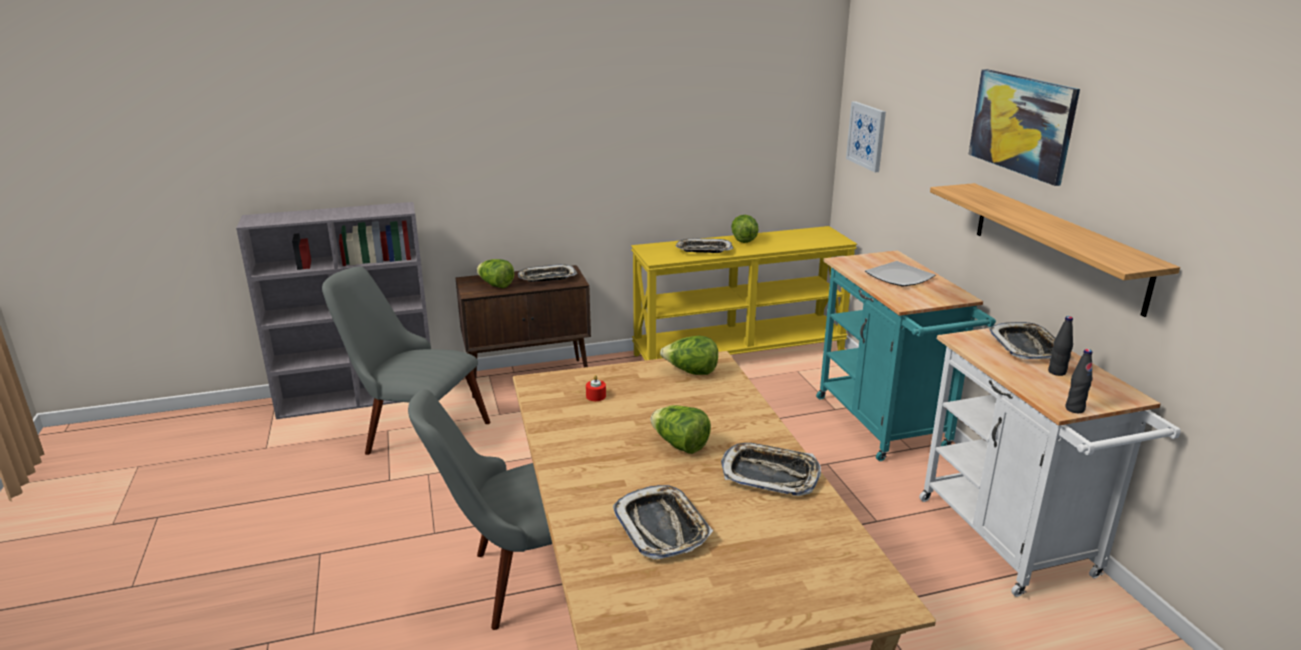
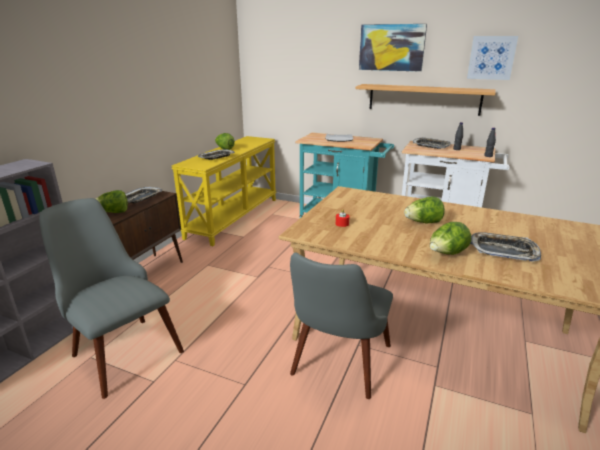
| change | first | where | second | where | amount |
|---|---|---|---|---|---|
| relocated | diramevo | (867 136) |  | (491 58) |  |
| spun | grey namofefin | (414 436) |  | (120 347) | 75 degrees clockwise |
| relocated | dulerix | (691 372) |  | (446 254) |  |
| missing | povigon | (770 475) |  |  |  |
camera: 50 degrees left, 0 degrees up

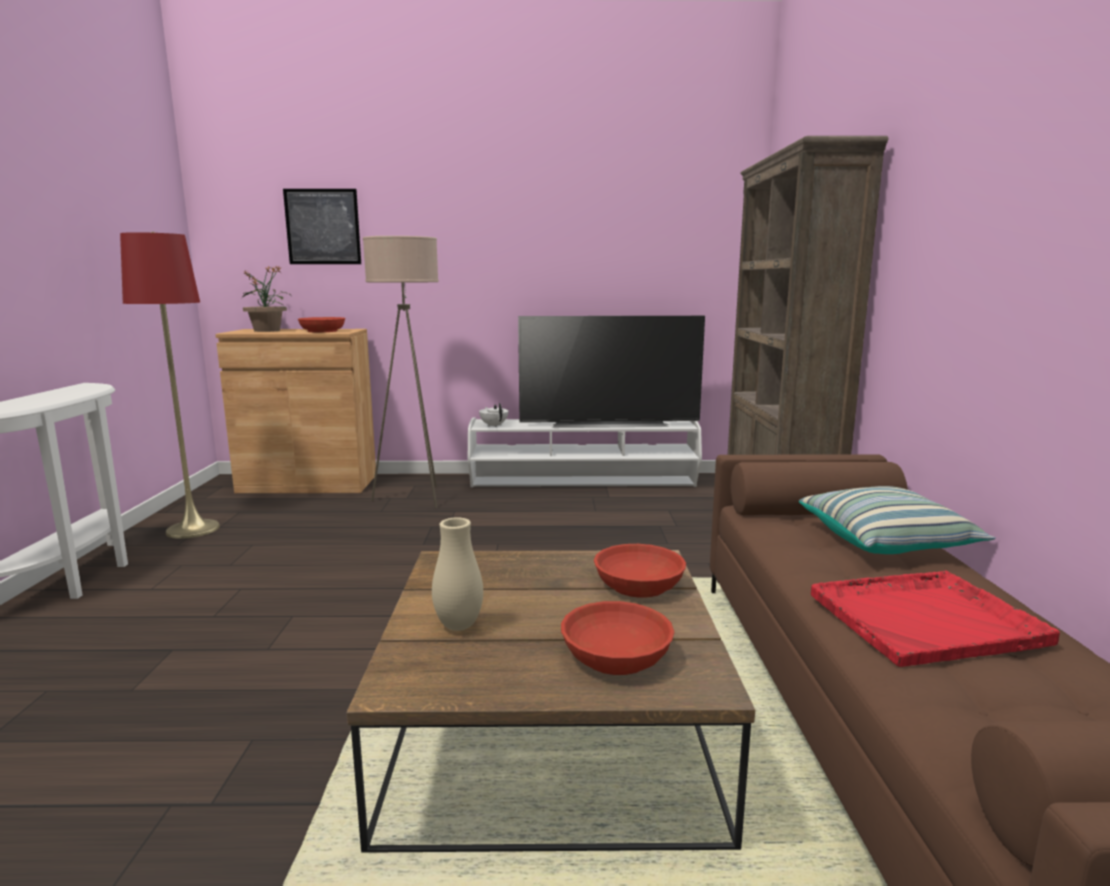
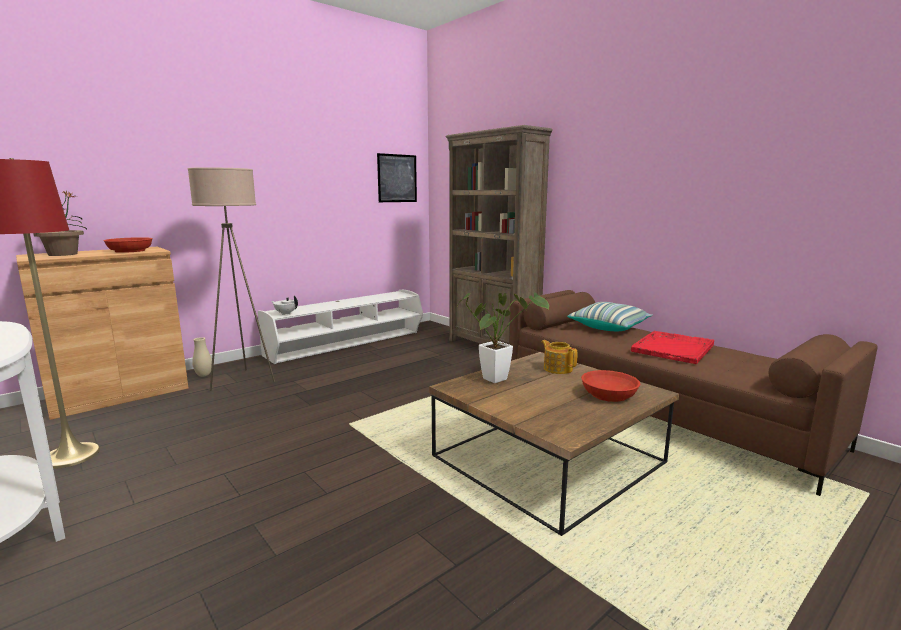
| change | first | where | second | where | amount |
|---|---|---|---|---|---|
| relocated | diramevo | (323 227) |  | (397 178) |  |
| missing | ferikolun | (609 424) |  |  |  |
| relocated | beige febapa | (458 625) |  | (204 375) |  |
| exchanged | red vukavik | (638 584) | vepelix | (557 369) |  |
| appeared |  |  | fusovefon | (499 378) |  |
camera: 40 degrees left, 0 degrees up

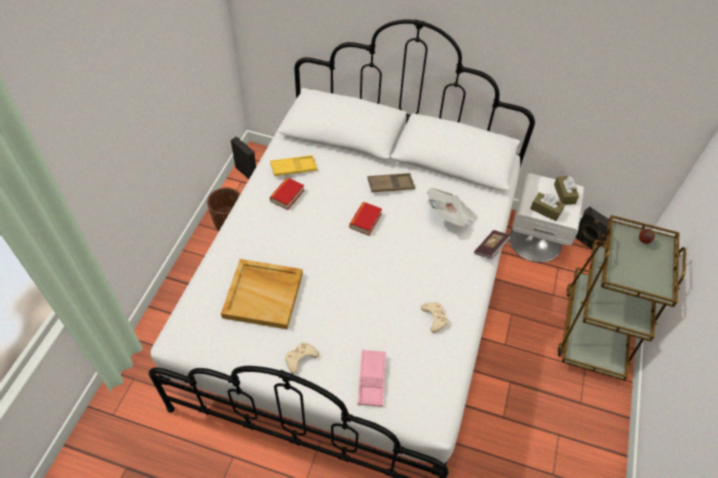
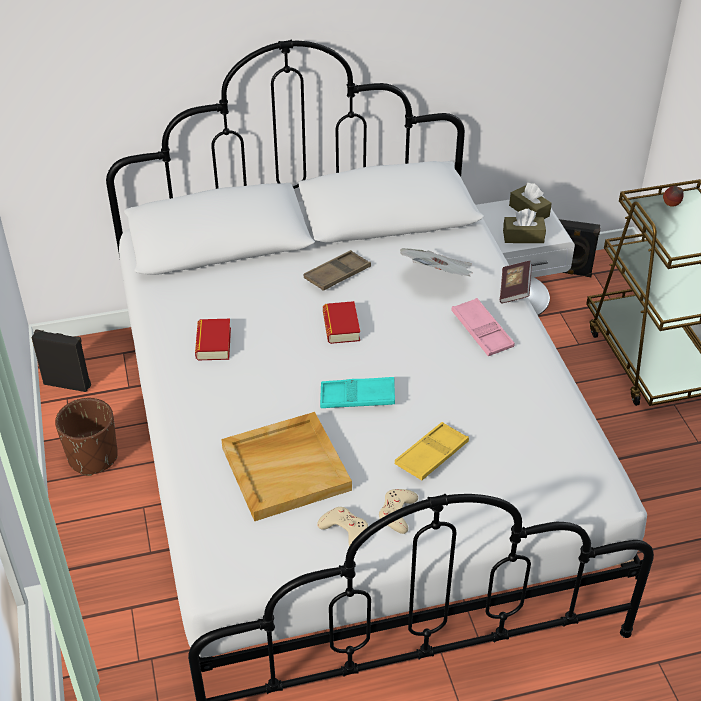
| change | first | where | second | where | amount |
|---|---|---|---|---|---|
| relocated | yellow povigon | (293 168) |  | (431 455) |  |
| relocated | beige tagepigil | (434 317) |  | (345 530) |  |
| relocated | pink povigon | (371 379) |  | (482 331) |  |
| appeared |  |  | turquoise povigon | (357 397) |  |
camera: 30 degrees left, 10 degrees down

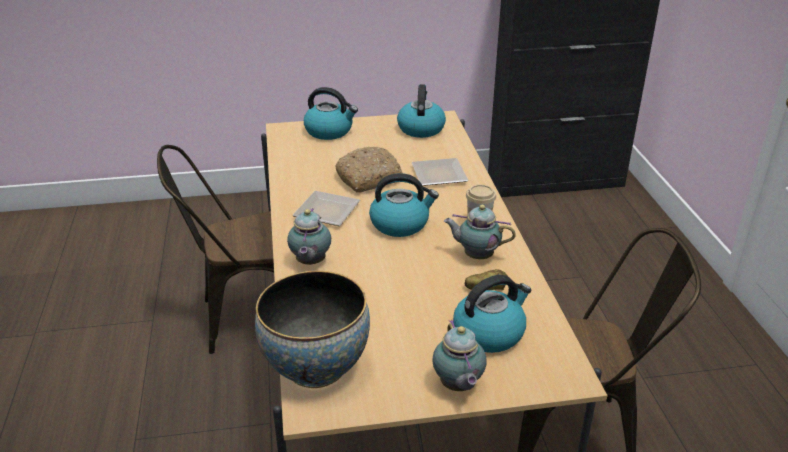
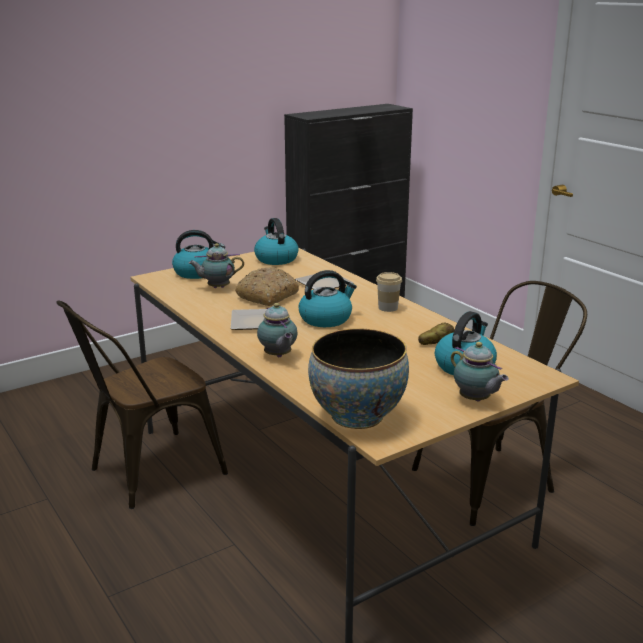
| change | first | where | second | where | amount |
|---|---|---|---|---|---|
| relocated | vepelix | (476 255) |  | (217 287) |  |
camera: 25 degrees left, 10 degrees down

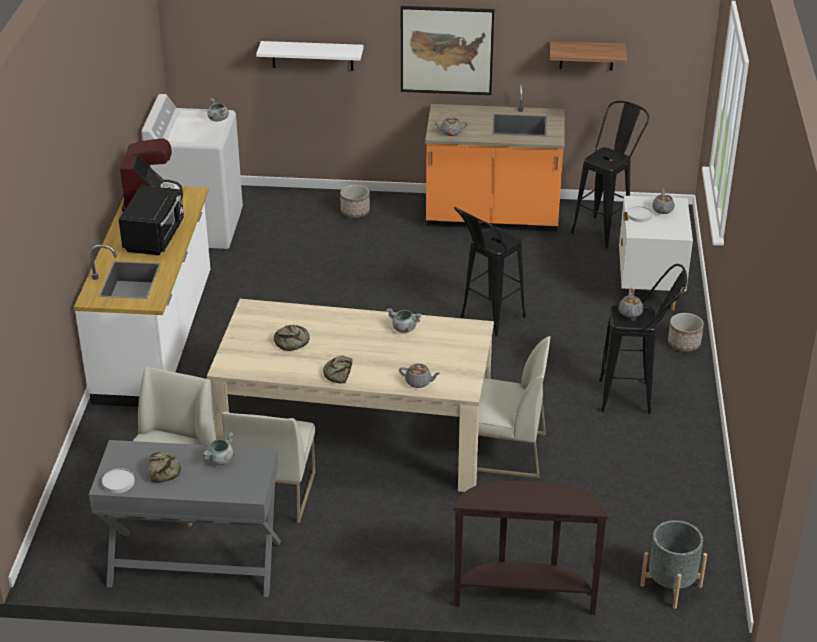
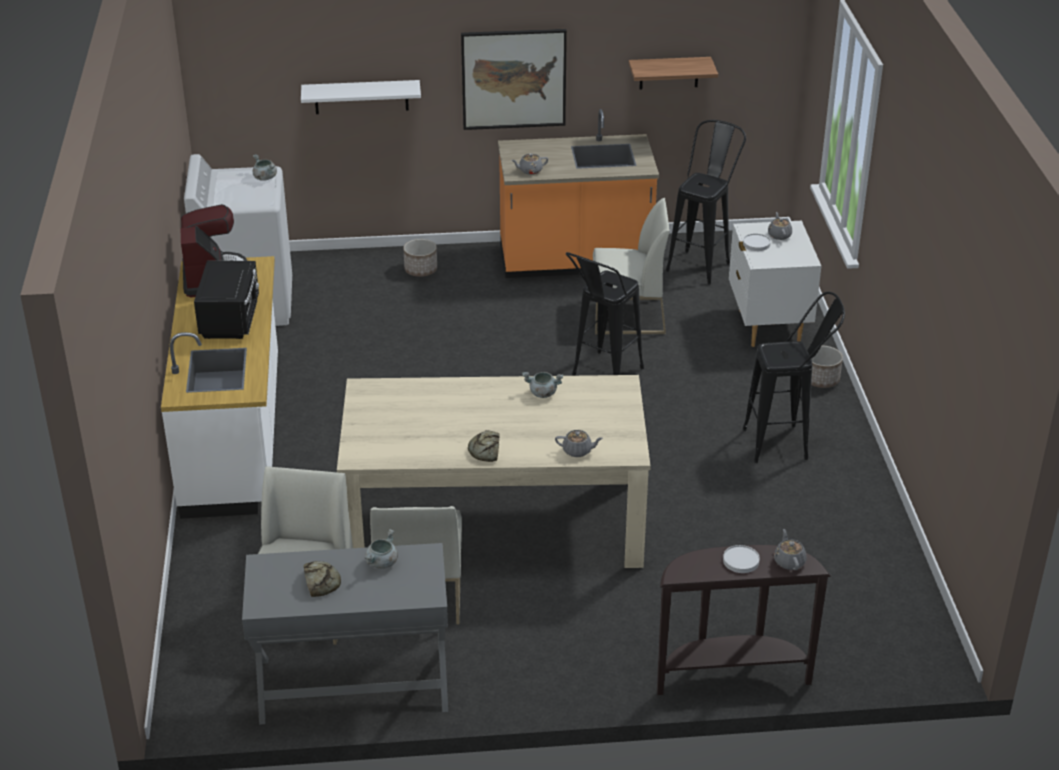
| change | first | where | second | where | amount |
|---|---|---|---|---|---|
| relocated | grey vepelix | (630 312) |  | (789 561) |  |
| missing | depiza | (292 342) |  |  |  |
| relocated | white namofefin | (505 452) |  | (628 316) |  |
| relocated | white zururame | (118 482) |  | (741 561) |  |
| missing | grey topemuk | (671 585) |  |  |  |
camera: 10 degrees left, 0 degrees up

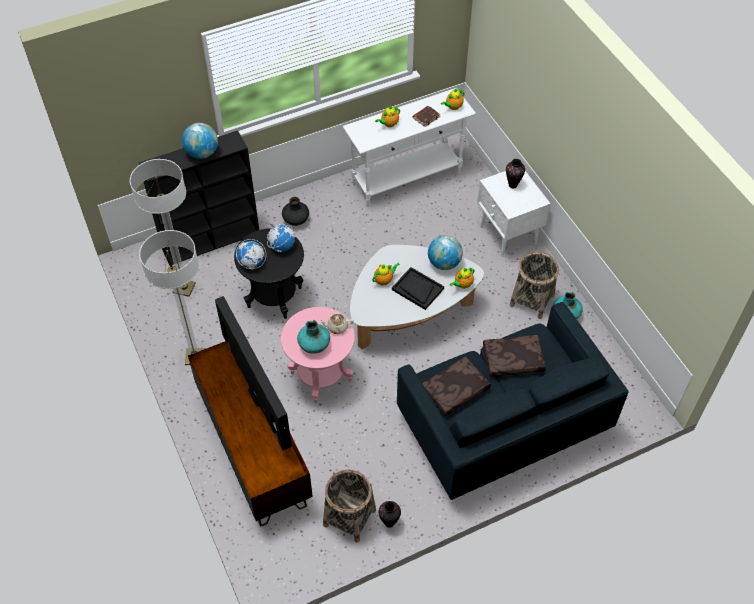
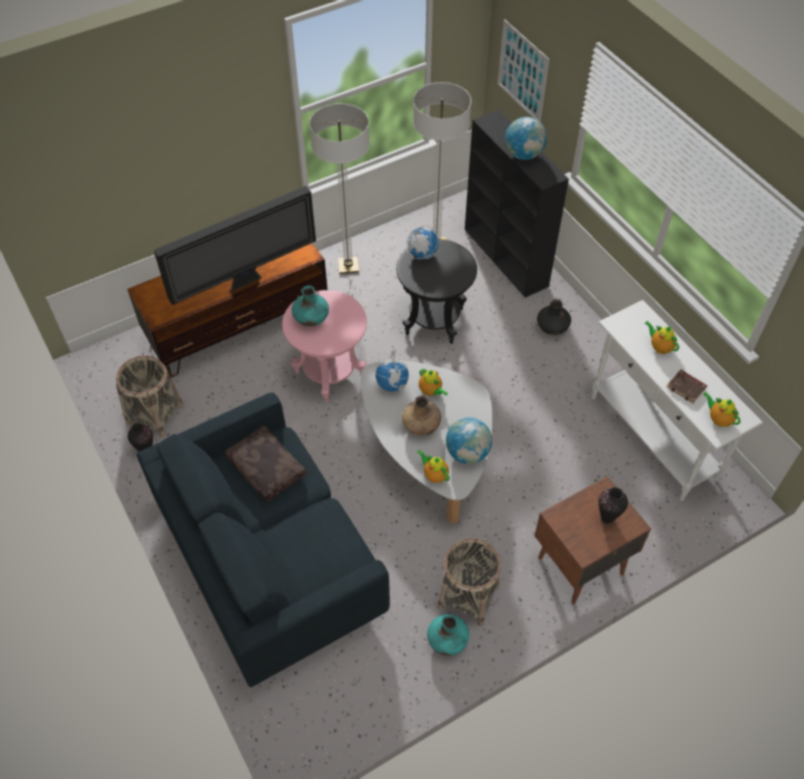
| change | first | where | second | where | amount |
|---|---|---|---|---|---|
| colour | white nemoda | (508 235) | brown nemoda | (579 565) |  |
| relocated | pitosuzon | (282 246) |  | (392 384) |  |
| exchanged | black povigon | (417 289) | brown febapa | (421 426) |  |
| missing | beige vepelix | (337 327) |  |  |  |
| missing | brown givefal | (512 361) |  |  |  |
| appeared |  |  | diramevo | (522 72) |  |
camera: 85 degrees right, 0 degrees up

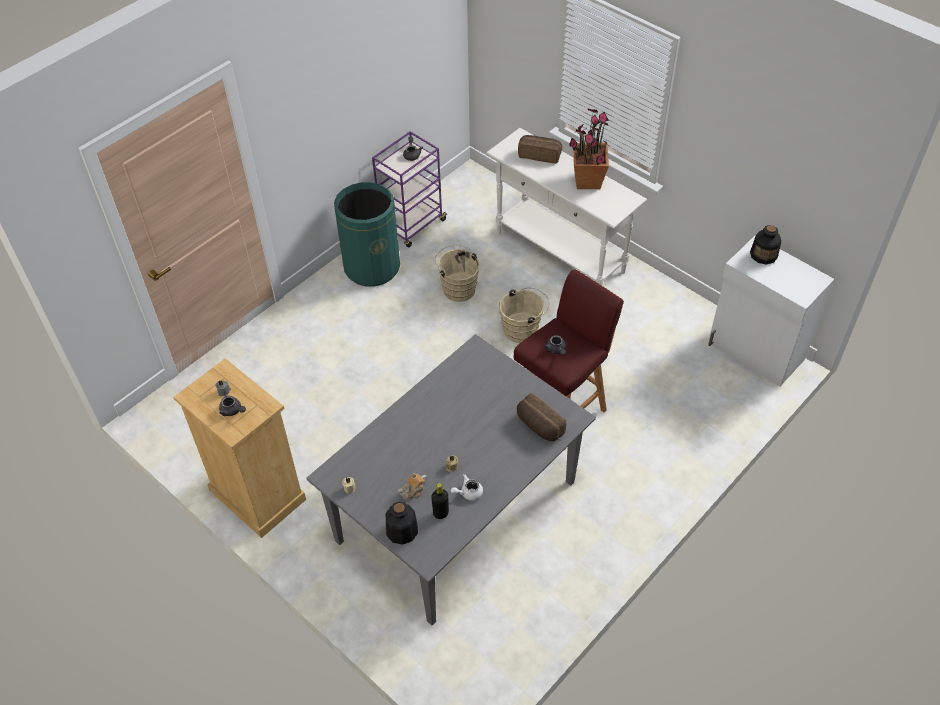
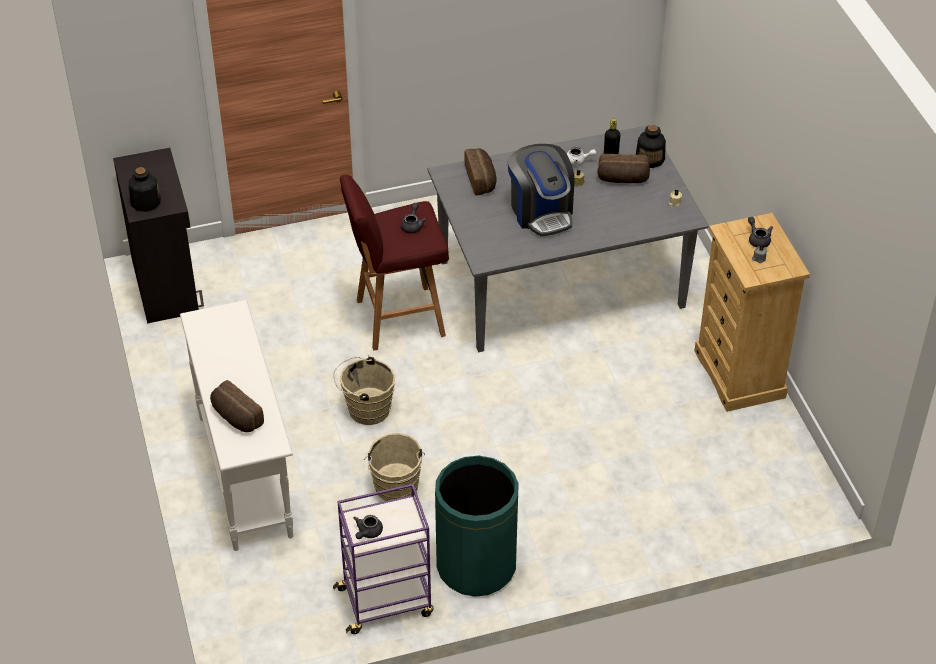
| change | first | where | second | where | amount |
|---|---|---|---|---|---|
| missing | fusovefon | (587 181) |  |  |  |
| colour | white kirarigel | (755 352) | black kirarigel | (166 284) |  |
| exchanged | vepelix | (413 491) | depiza | (622 179) |  |
| appeared |  |  | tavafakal | (541 211) |  |
camera: 150 degrees left, 5 degrees down

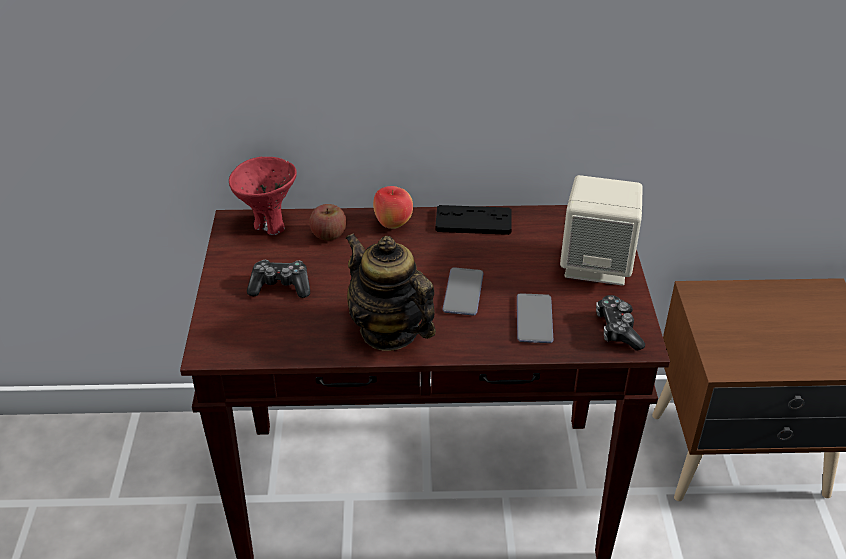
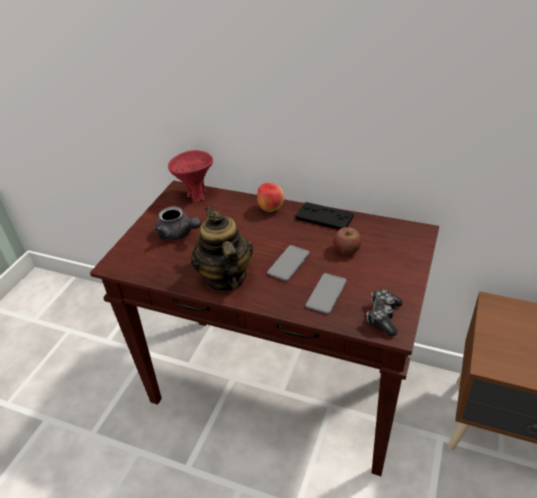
| change | first | where | second | where | amount |
|---|---|---|---|---|---|
| missing | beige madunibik | (597 265) |  |  |  |
| relocated | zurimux | (328 234) |  | (346 250) |  |
| exchanged | tagepigil | (280 286) | grey vepelix | (178 234) |  |
camera: 25 degrees right, 0 degrees up

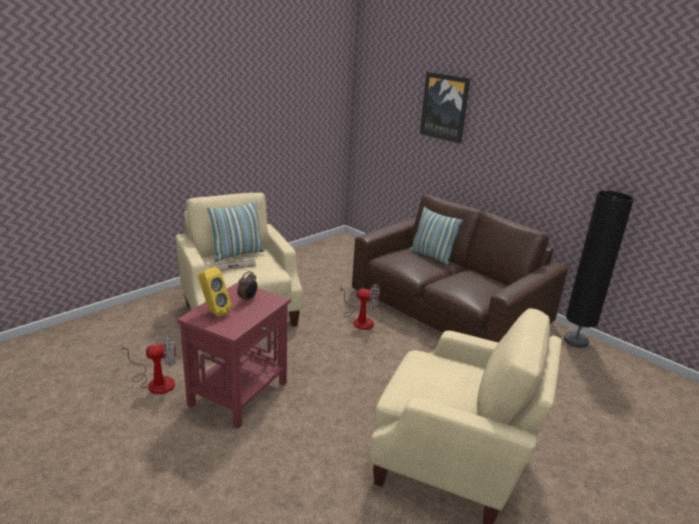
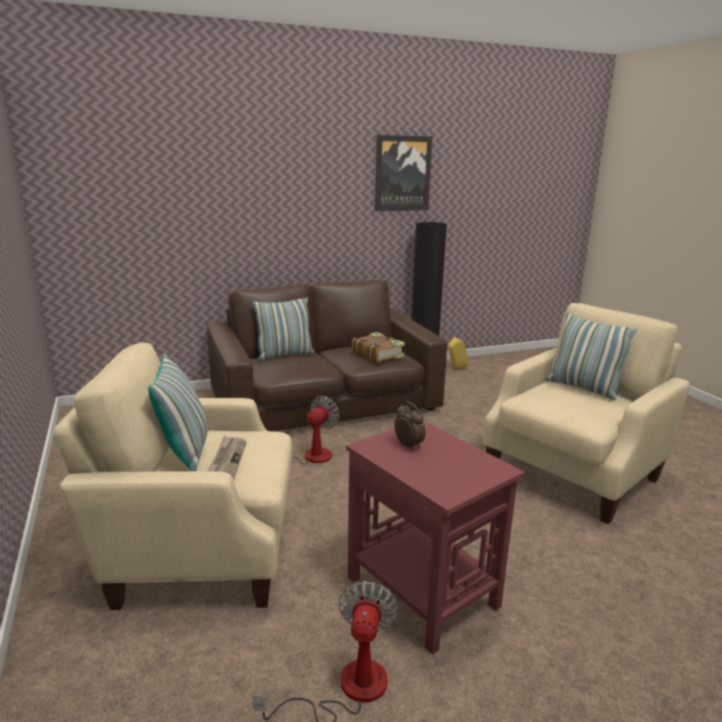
| change | first | where | second | where | amount |
|---|---|---|---|---|---|
| relocated | diramevo | (444 107) |  | (402 173) |  |
| relocated | yellow madunibik | (214 312) |  | (456 368) |  |
| appeared |  |  | givefal | (583 388) |  |
| appeared |  |  | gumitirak | (377 354) |  |
camera: 65 degrees left, 5 degrees down

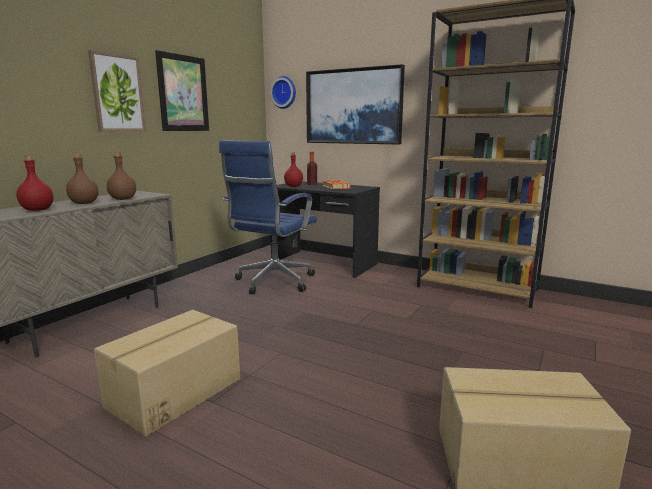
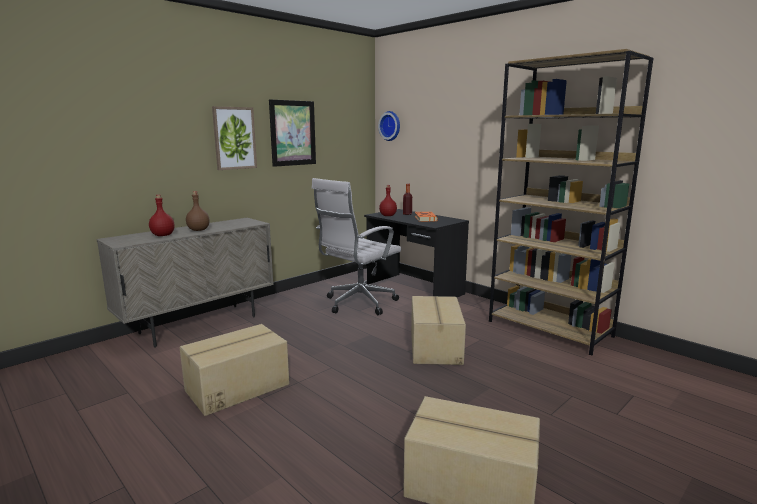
| change | first | where | second | where | amount |
|---|---|---|---|---|---|
| missing | diramevo | (353 106) |  |  |  |
| colour | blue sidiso | (272 283) | white sidiso | (357 304) |  |
| missing | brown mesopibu | (123 199) |  |  |  |
| appeared |  |  | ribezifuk | (436 347) |  |
camera: 15 degrees right, 0 degrees up

